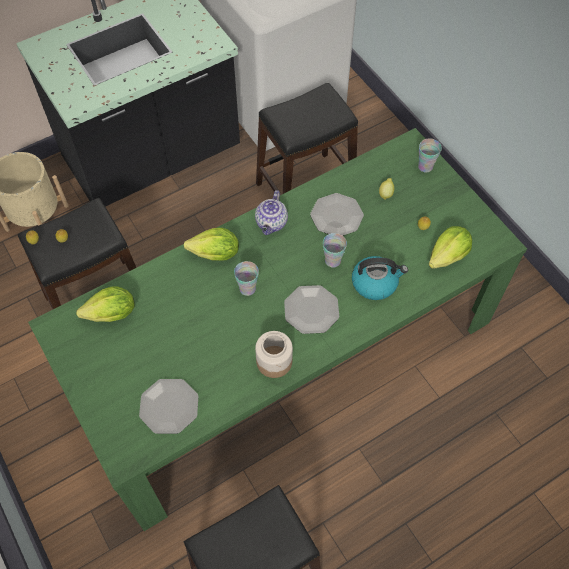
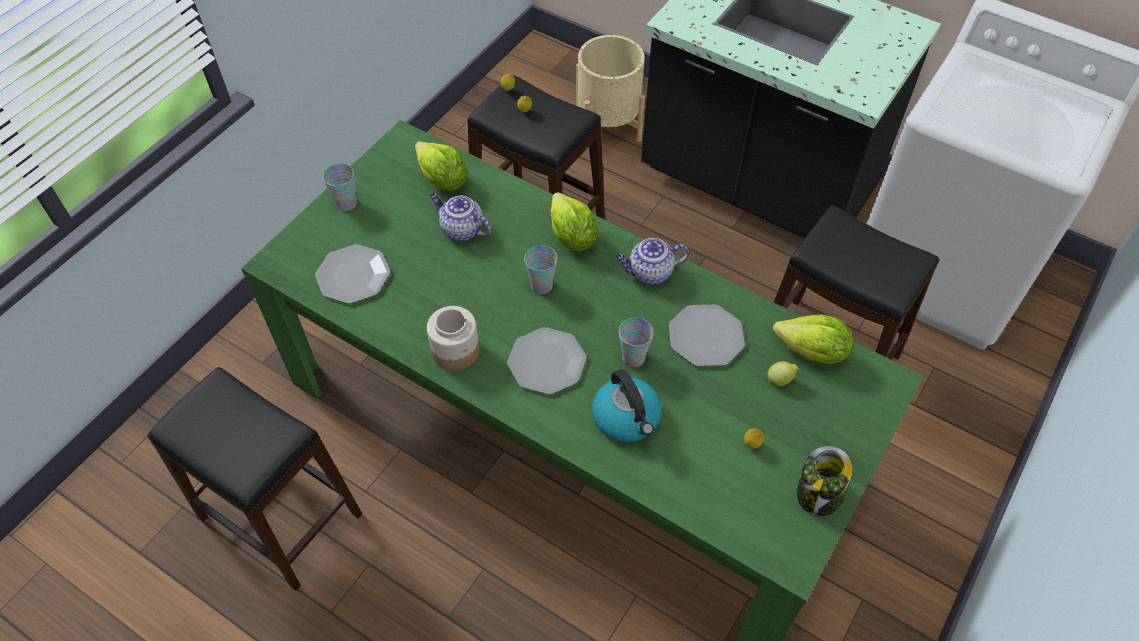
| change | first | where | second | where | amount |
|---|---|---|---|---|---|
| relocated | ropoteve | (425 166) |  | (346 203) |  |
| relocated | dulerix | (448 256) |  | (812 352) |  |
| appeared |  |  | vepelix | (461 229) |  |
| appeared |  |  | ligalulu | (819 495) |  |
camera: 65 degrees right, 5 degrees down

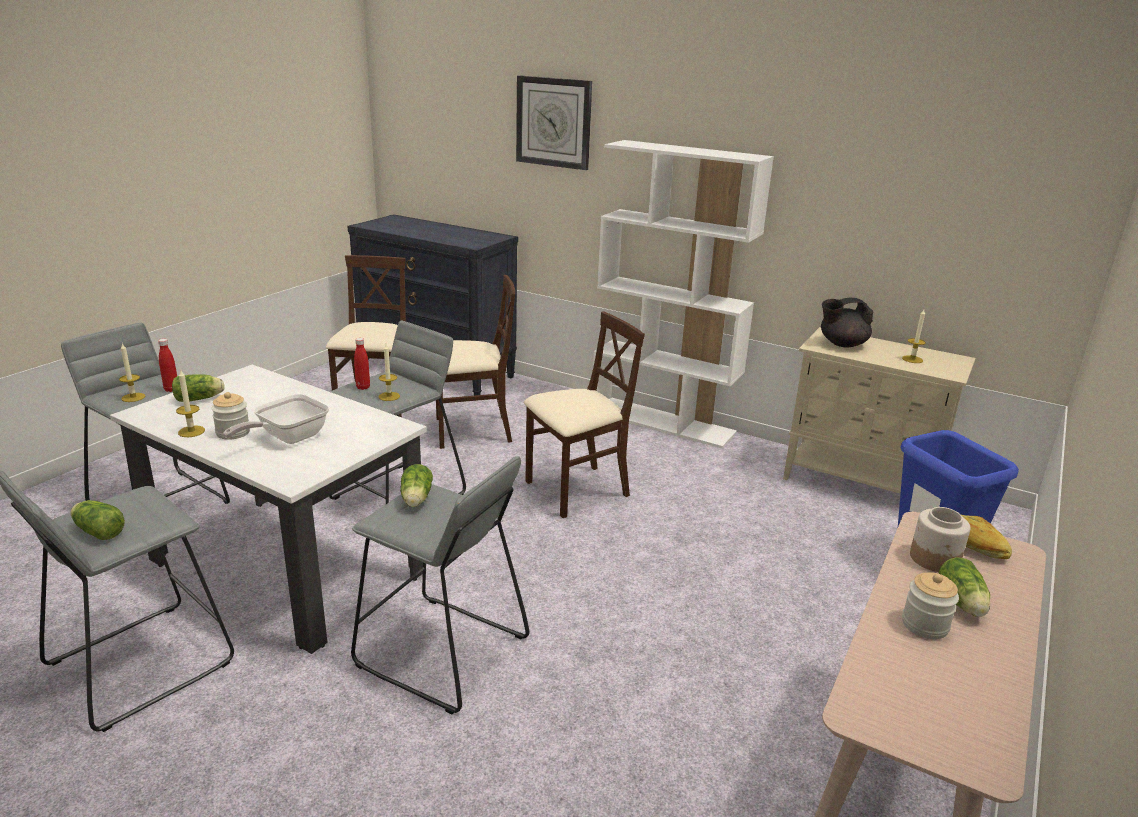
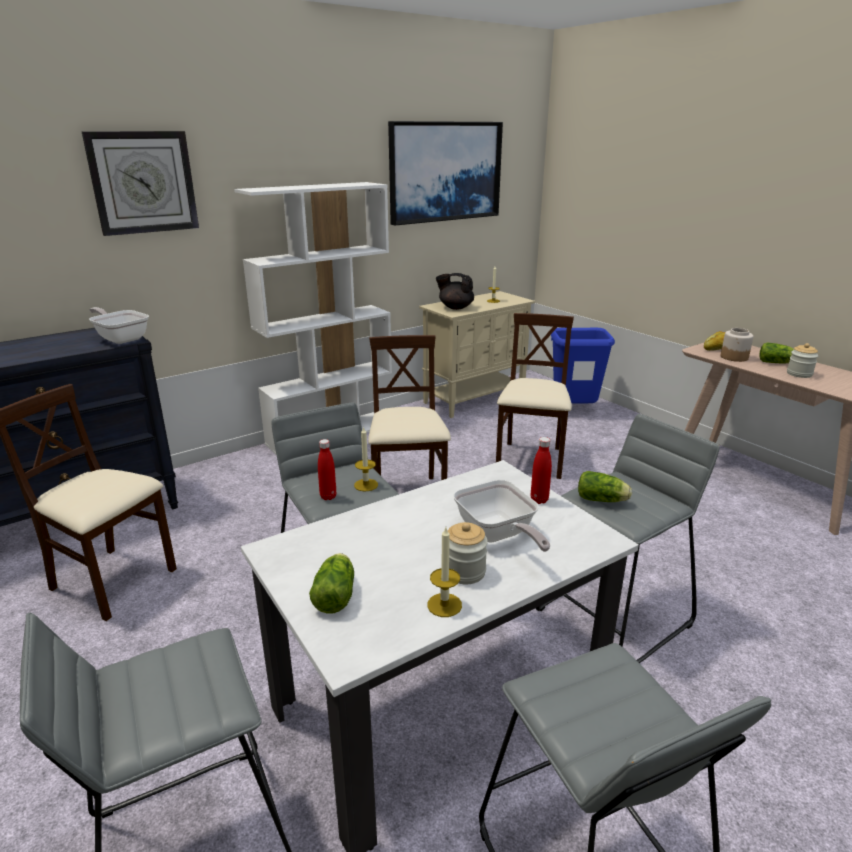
| change | first | where | second | where | amount |
|---|---|---|---|---|---|
| relocated | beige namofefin | (471 431) |  | (530 460) |  |
| spun | black vepelix | (842 344) |  | (455 307) | 90 degrees clockwise |
| relocated | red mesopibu | (171 389) |  | (539 500) |  |
| missing | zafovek | (133 397) |  |  |  |
| missing | dulerix | (98 531) |  |  |  |
| appeared |  |  | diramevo | (445 172) |  |
| appeared |  |  | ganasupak | (121 338) |  |
camera: 65 degrees left, 0 degrees up

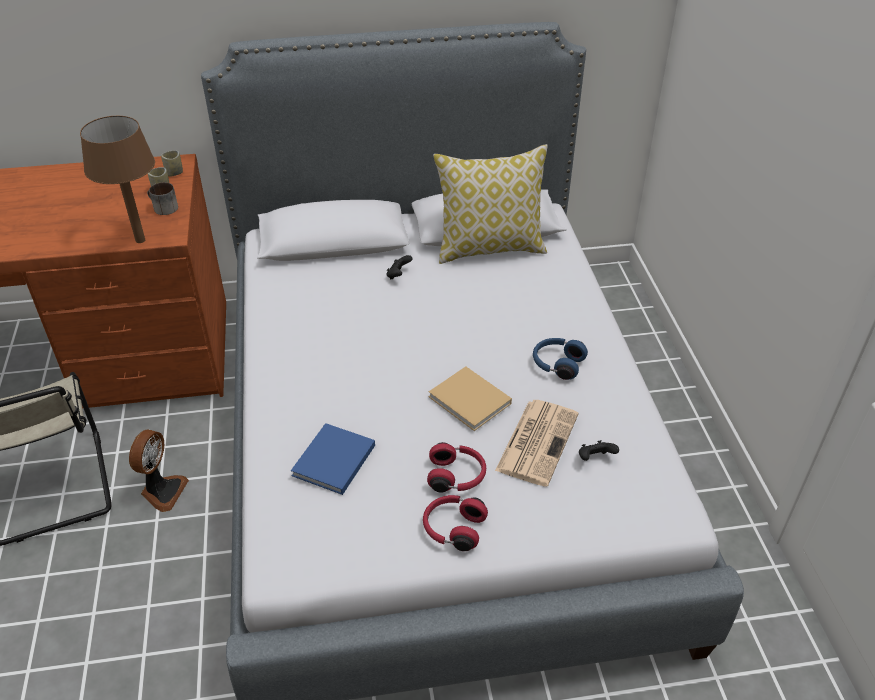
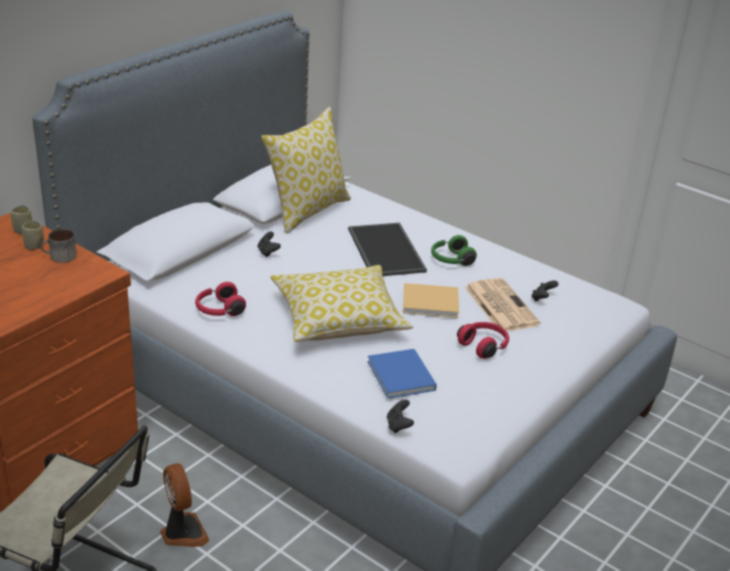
| change | first | where | second | where | amount |
|---|---|---|---|---|---|
| missing | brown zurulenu | (140 240) |  |  |  |
| colour | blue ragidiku | (557 364) | green ragidiku | (451 260) |  |
| relocated | red ragidiku | (453 528) |  | (219 310) |  |
| appeared |  |  | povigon | (384 249) |  |
| appeared |  |  | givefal | (339 319) |  |
| appeared |  |  | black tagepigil | (398 426) |  |
camera: 45 degrees left, 10 degrees down

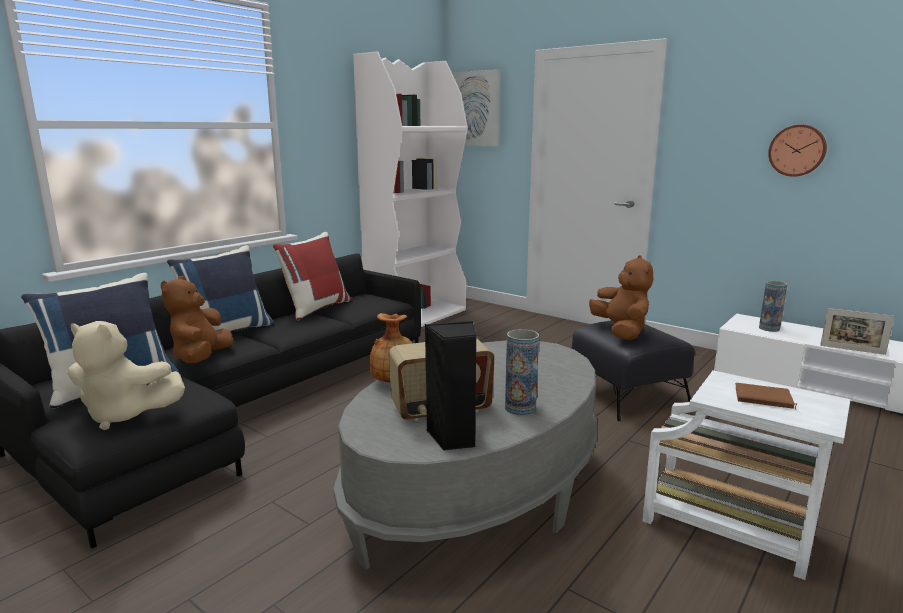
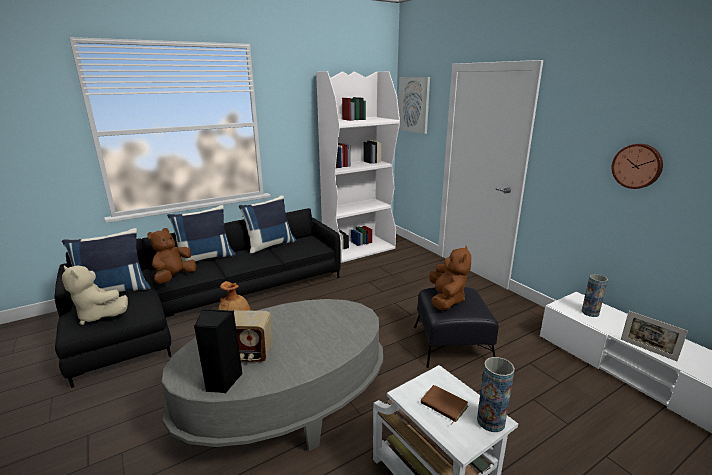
| change | first | where | second | where | amount |
|---|---|---|---|---|---|
| colour | red givefal | (316 308) | blue givefal | (270 245) |  |
| relocated | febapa | (520 408) |  | (490 421) |  |
camera: 20 degrees right, 5 degrees up

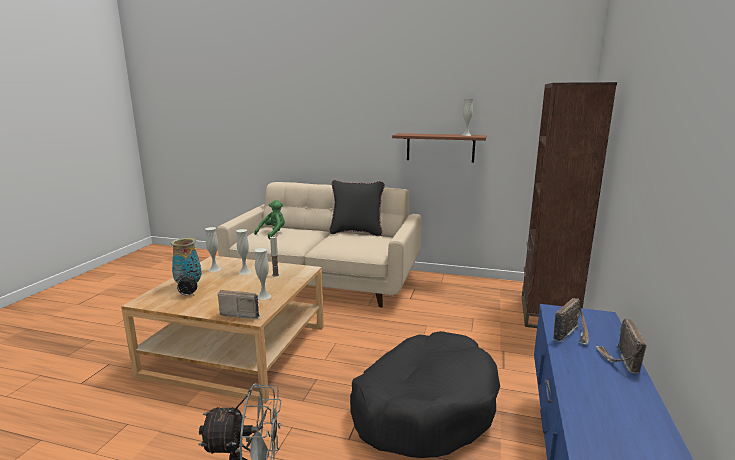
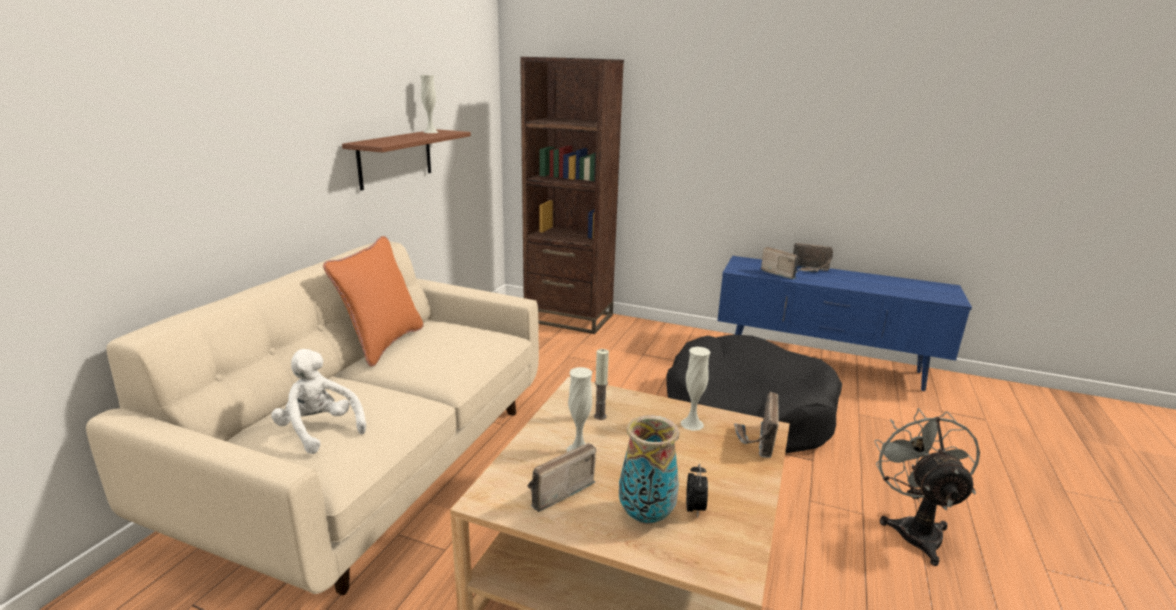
| change | first | where | second | where | amount |
|---|---|---|---|---|---|
| colour | black givefal | (356 232) | orange givefal | (383 343) |  |
| colour | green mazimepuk | (273 233) | white mazimepuk | (319 430) |  |
| exchanged | white febapa | (214 269) | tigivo | (555 491) |  |
camera: 85 degrees left, 5 degrees up

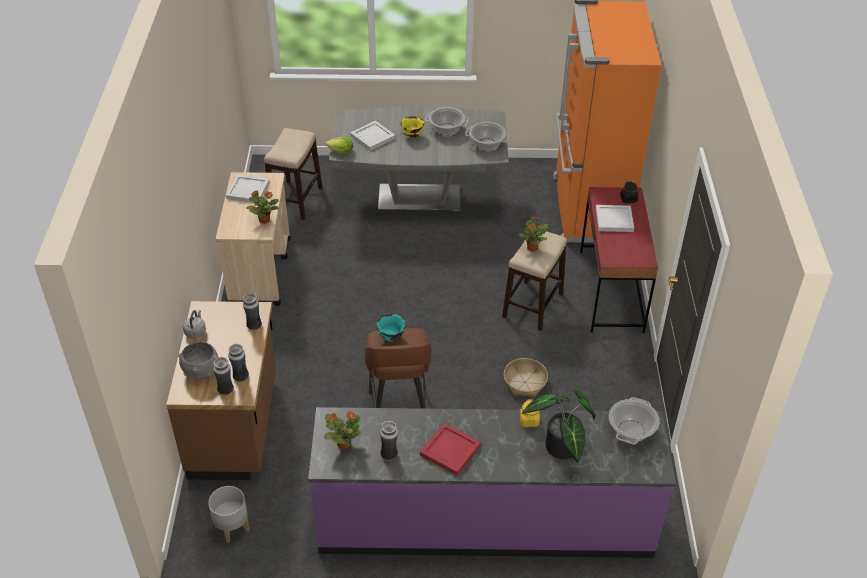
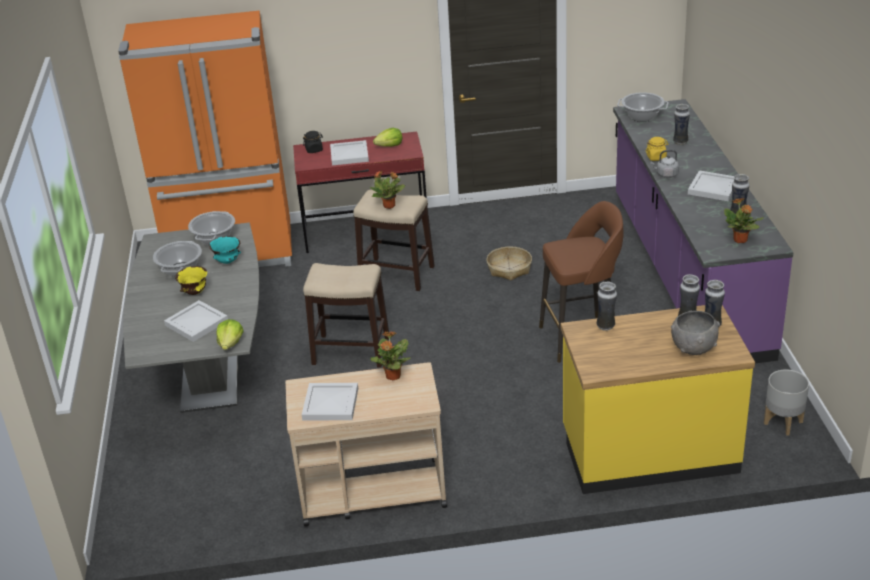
| change | first | where | second | where | amount |
|---|---|---|---|---|---|
| relocated | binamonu | (296 199) |  | (350 351) |  |
| colour | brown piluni | (235 427) | yellow piluni | (649 451) |  |
| relocated | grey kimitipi | (195 331) |  | (666 174) |  |
| relocated | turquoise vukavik | (391 338) |  | (228 261) |  |
| exchanged | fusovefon | (560 449) | febapa | (680 142) |  |
| colour | red povigon | (451 450) | white povigon | (712 187) |  |
| appeared |  |  | dulerix | (389 146) |  |
camera: 95 degrees left, 10 degrees down

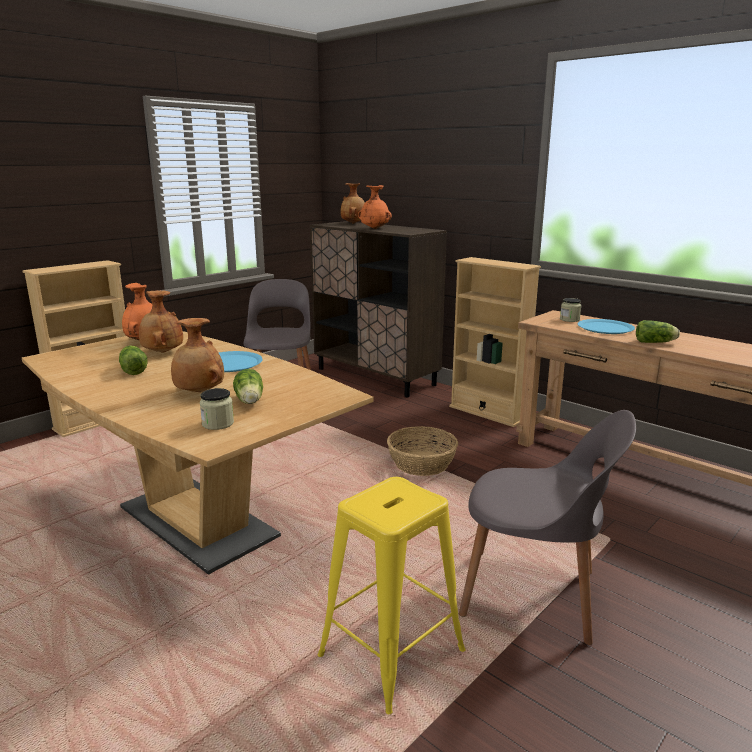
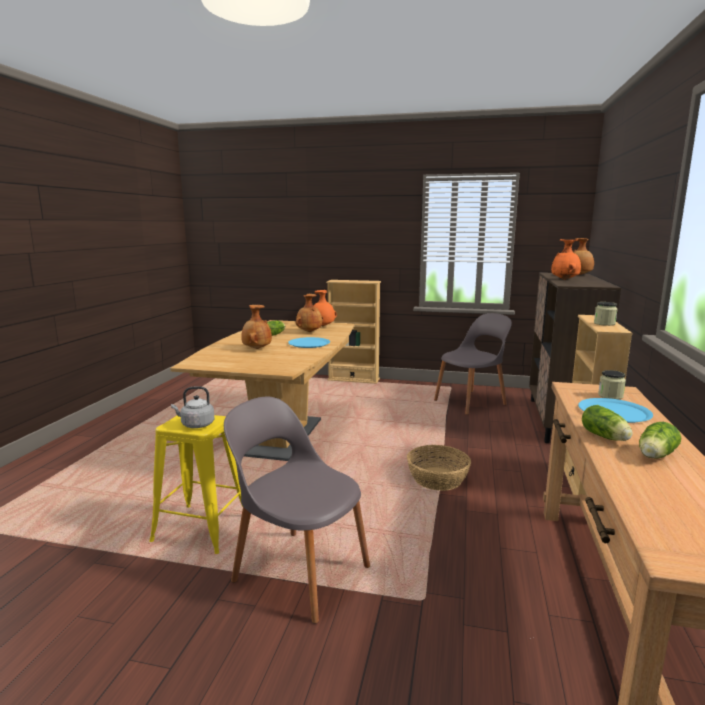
| change | first | where | second | where | amount |
|---|---|---|---|---|---|
| relocated | dulerix | (249 401) |  | (655 456) |  |
| relocated | ligalulu | (218 424) |  | (604 323) |  |
| spun | grey namofefin | (534 594) |  | (299 571) | 135 degrees clockwise |
| appeared |  |  | grey kimitipi | (196 425) |  |
camera: 60 degrees right, 5 degrees down

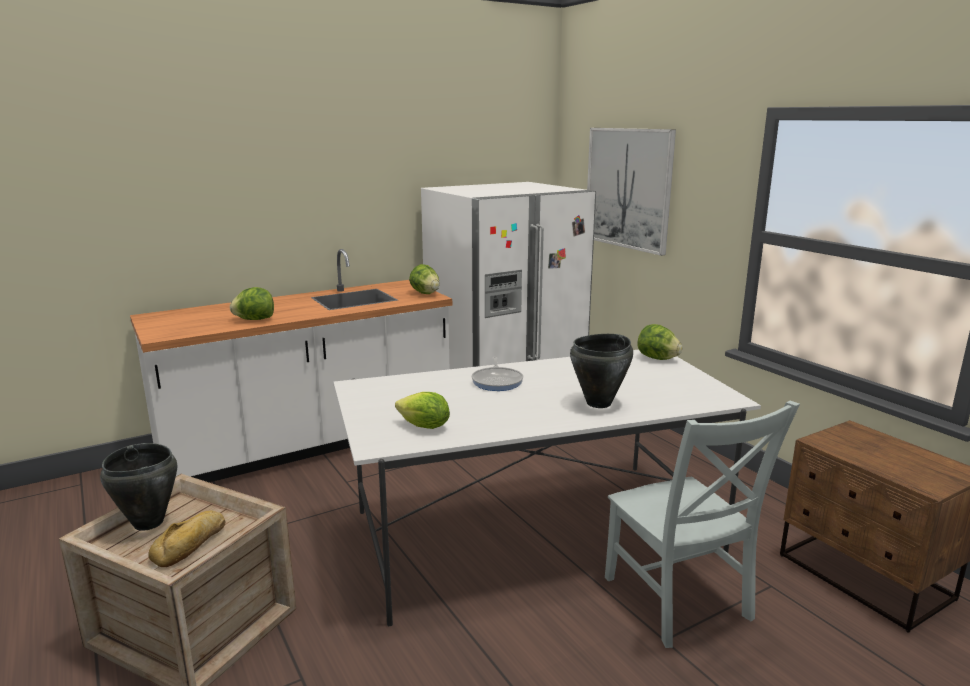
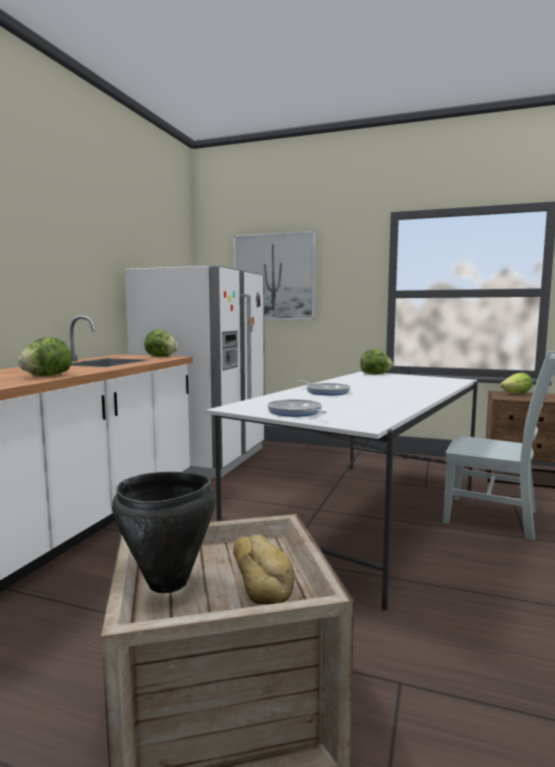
| change | first | where | second | where | amount |
|---|---|---|---|---|---|
| missing | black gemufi | (599 403) |  |  |  |
| relocated | dulerix | (424 427) |  | (517 393) |  |
| appeared |  |  | ganasupak | (296 412) |  |
camera: 40 degrees left, 10 degrees down

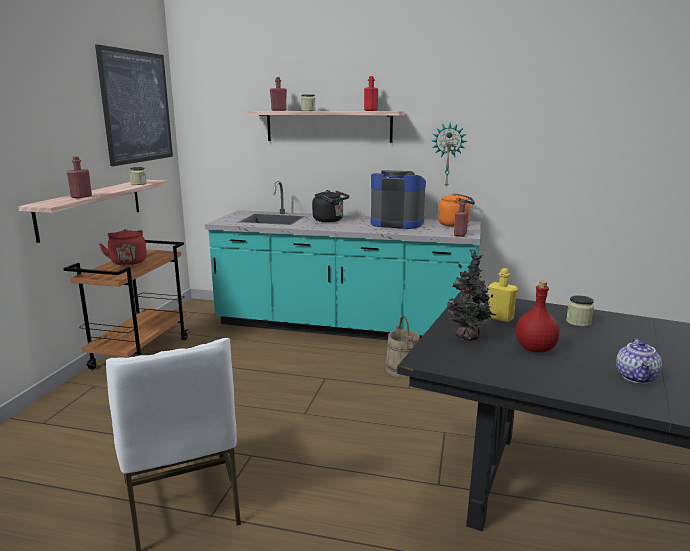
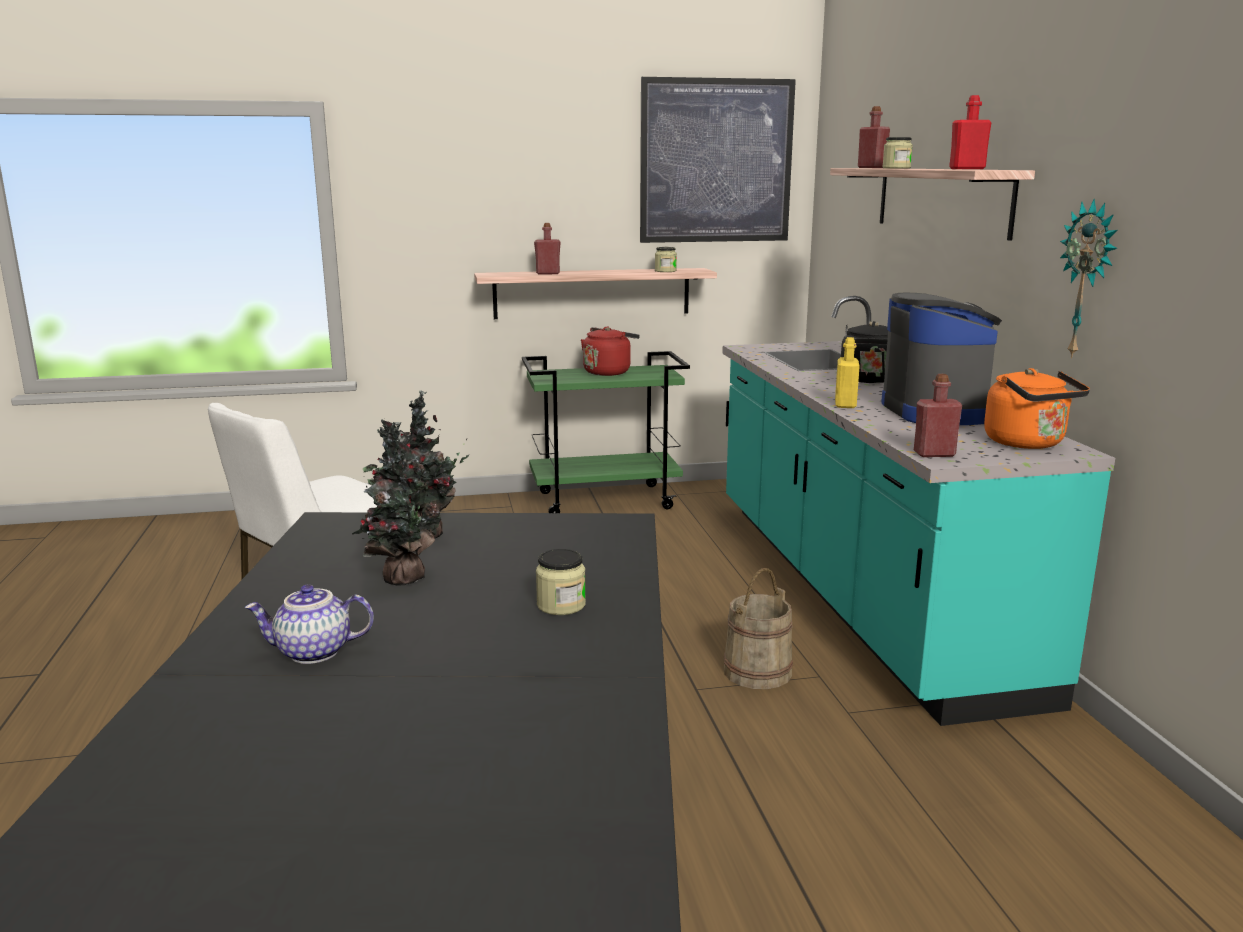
| change | first | where | second | where | amount |
|---|---|---|---|---|---|
| colour | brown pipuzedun | (141 353) | green pipuzedun | (606 500) |  |
| relocated | yellow mesopibu | (500 318) |  | (845 404) |  |
| exchanged | red mesopibu | (535 349) | fusovefon | (400 578) |  |
camera: 65 degrees right, 0 degrees up

